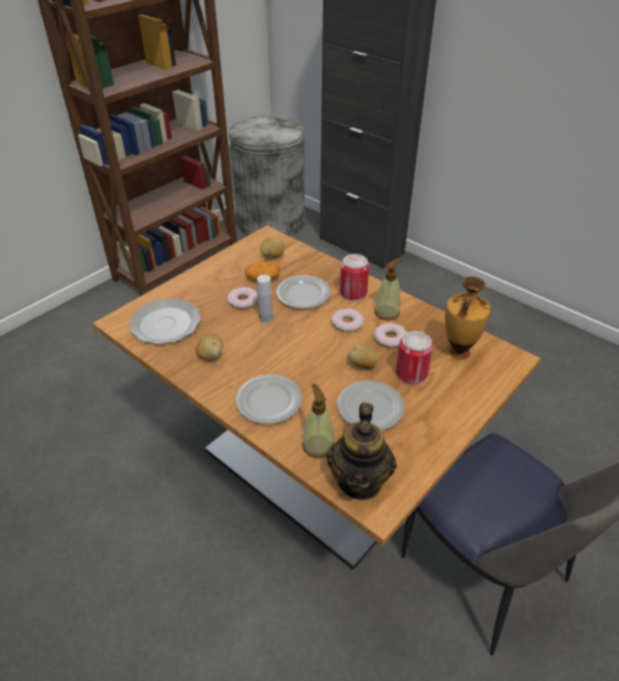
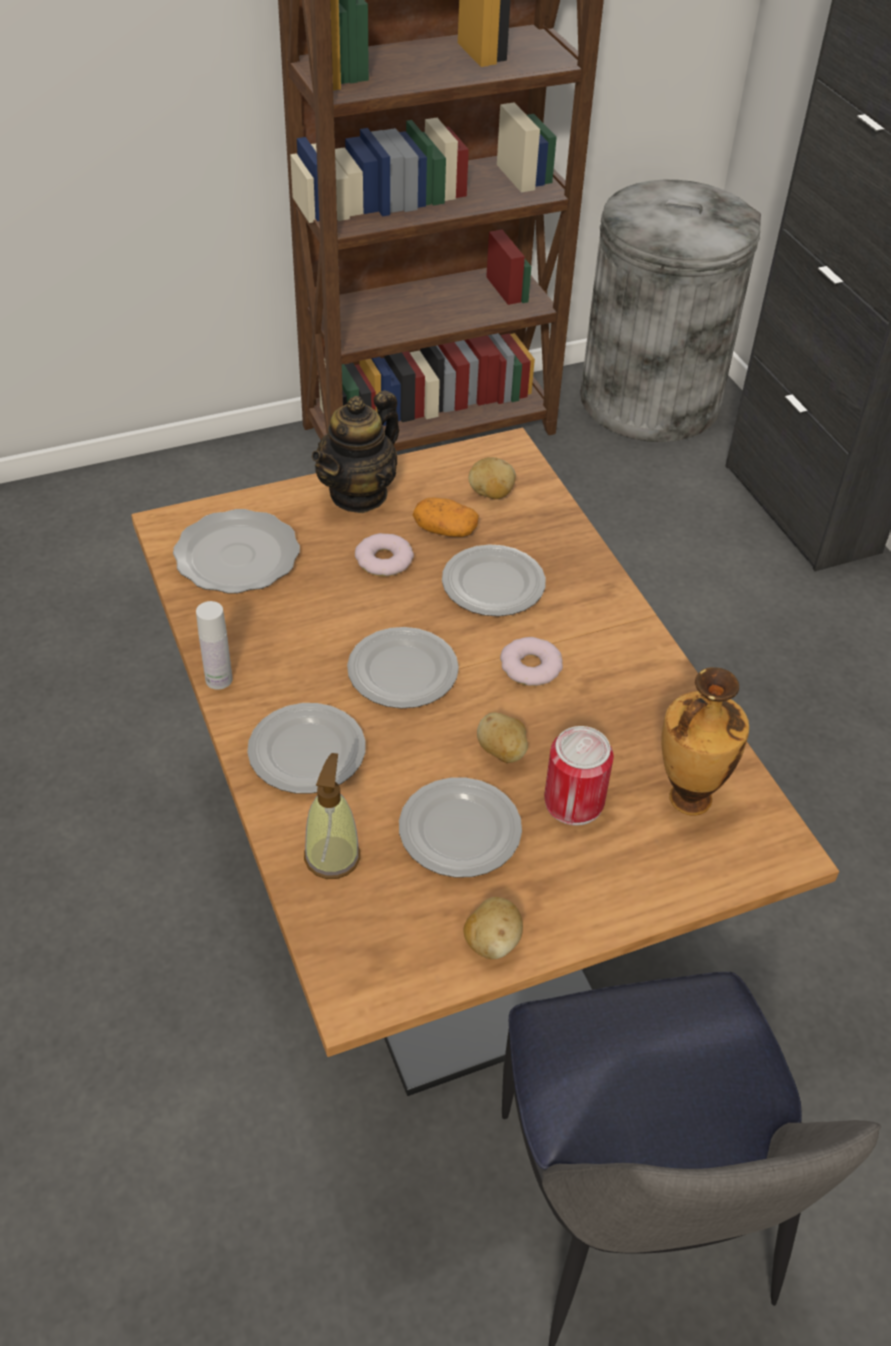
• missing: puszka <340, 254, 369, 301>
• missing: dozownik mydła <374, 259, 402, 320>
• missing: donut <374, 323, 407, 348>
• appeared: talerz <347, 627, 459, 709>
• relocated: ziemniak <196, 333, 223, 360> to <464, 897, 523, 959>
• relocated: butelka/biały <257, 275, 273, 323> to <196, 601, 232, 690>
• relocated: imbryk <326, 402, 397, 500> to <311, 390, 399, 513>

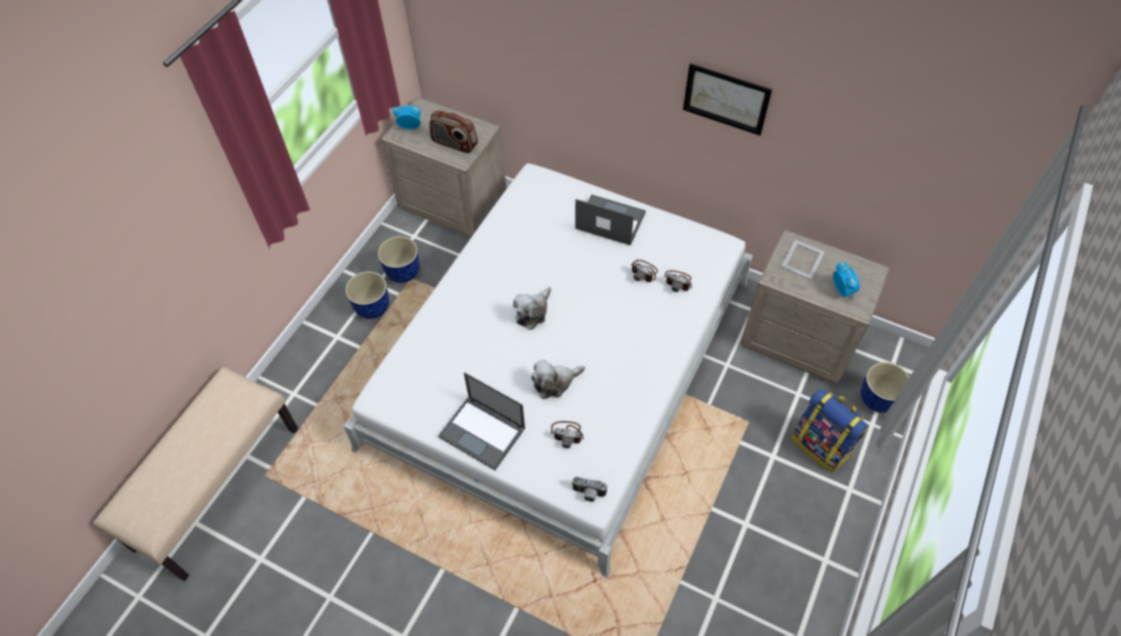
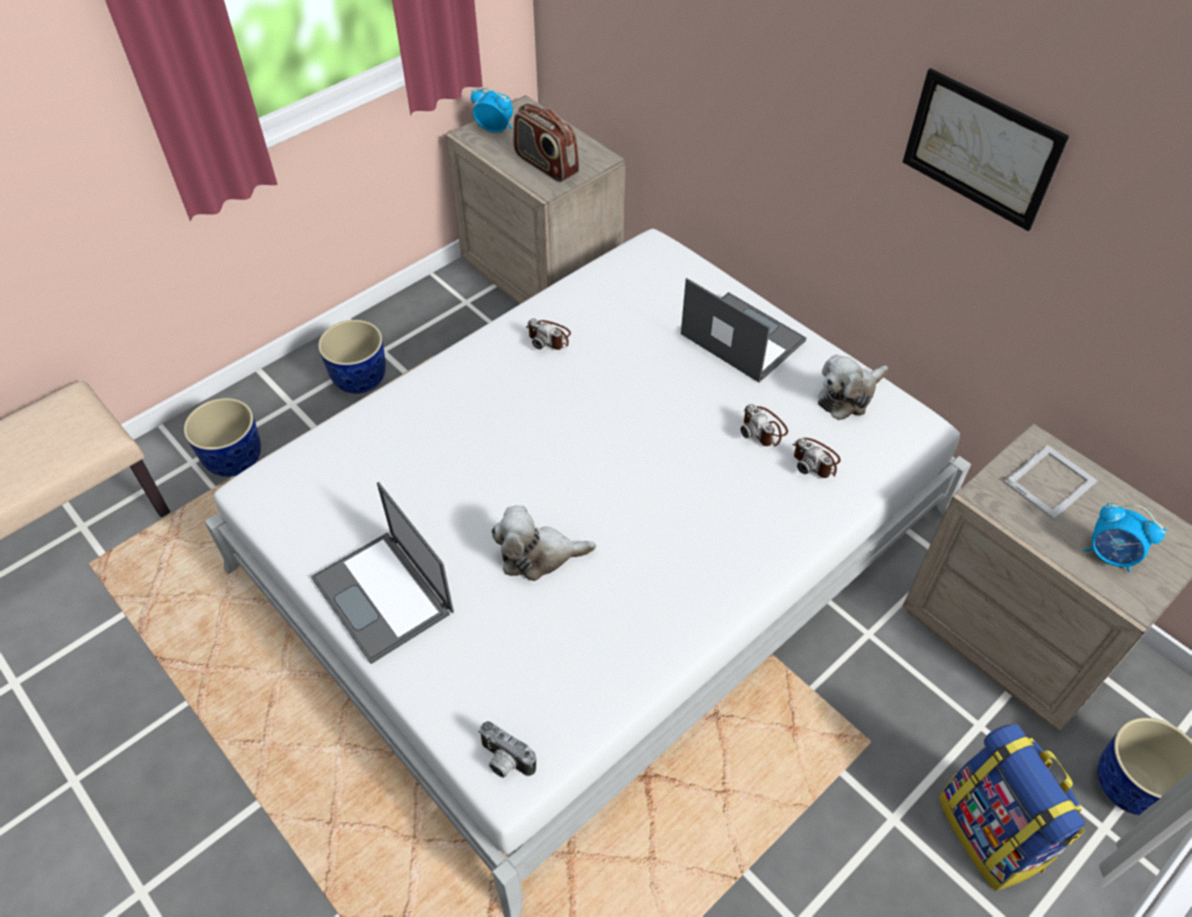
• relocated: donica <378, 236, 420, 283> to <184, 398, 261, 477>
• relocated: pluszak <513, 287, 551, 330> to <818, 354, 888, 420>
• relocated: aparat fotograficzny <551, 421, 584, 448> to <526, 318, 571, 350>
• spun: budzik <833, 261, 860, 299> = <1084, 503, 1167, 572> 120 degrees clockwise

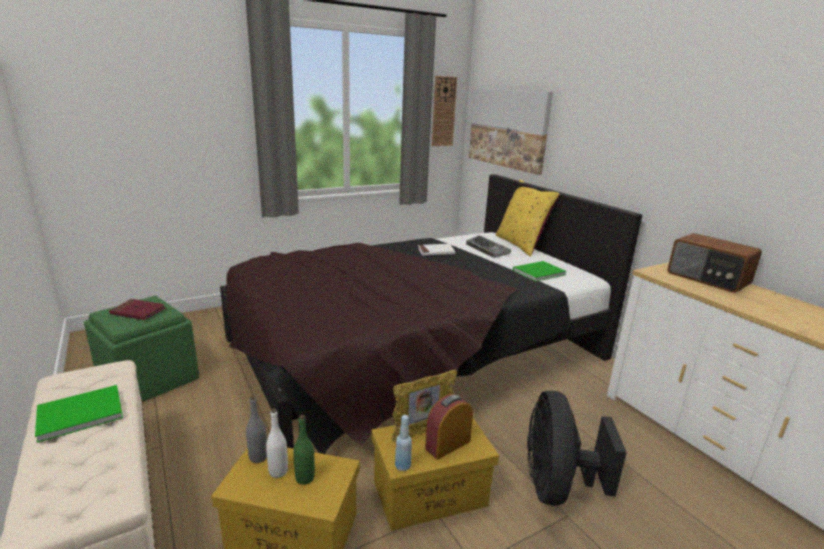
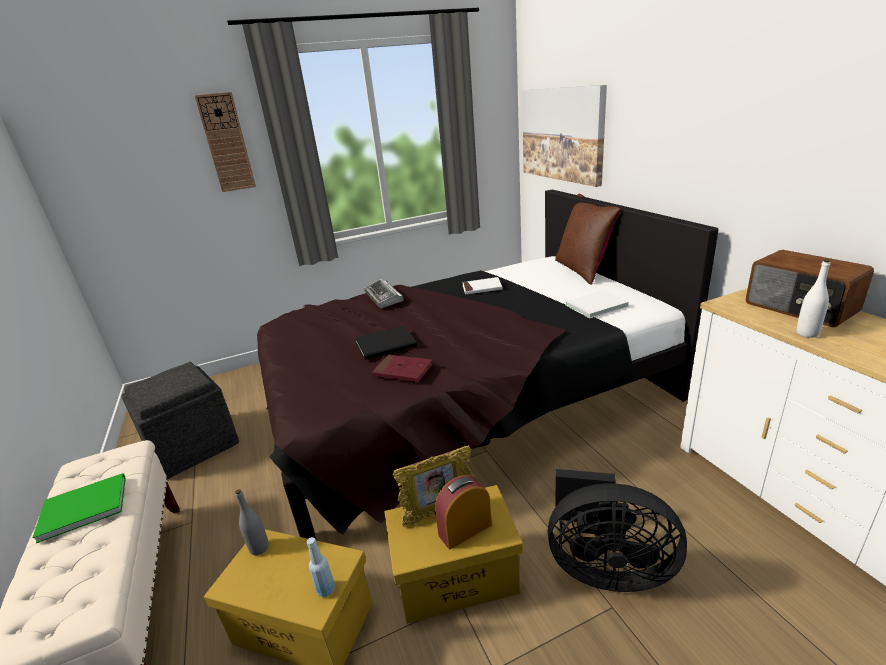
• missing: butelka/zielony <293, 415, 315, 485>
• appeared: książka/czarny <355, 326, 417, 360>
• relocated: książka/czerwony <109, 299, 166, 320> to <372, 355, 433, 382>
• relocated: butelka/biały <266, 409, 288, 478> to <796, 259, 830, 338>
• relocated: butelka/niebieski <395, 415, 412, 471> to <307, 537, 335, 597>
• relocated: zegar ścienny <432, 76, 457, 146> to <194, 92, 256, 192>
• relocated: klawiatura <466, 235, 511, 258> to <364, 279, 404, 309>
• colour: pufa/zielony <84, 296, 199, 402> to pufa/szary <121, 362, 239, 479>
• colour: poduszka/żółty <496, 180, 560, 257> to poduszka/brązowy <555, 194, 621, 285>
• colour: książka/zielony <513, 261, 566, 282> to książka/biały <565, 290, 629, 318>
• spun: wentylator/czarny <527, 391, 627, 506> = <548, 469, 687, 592> 90 degrees counterclockwise

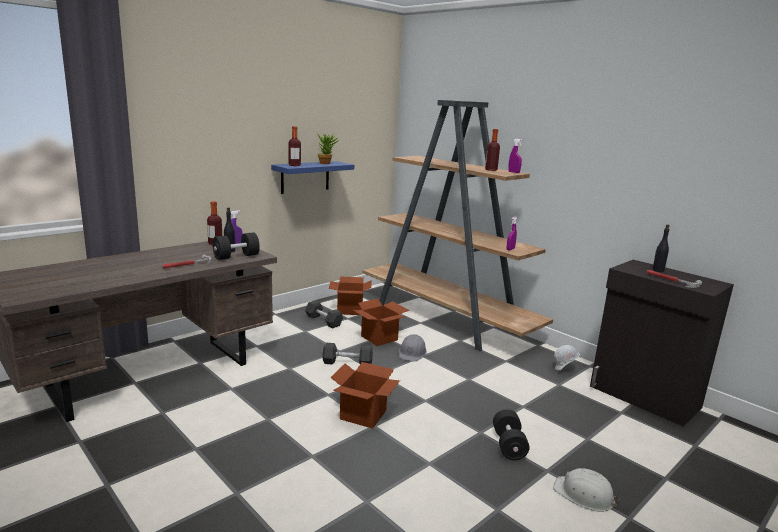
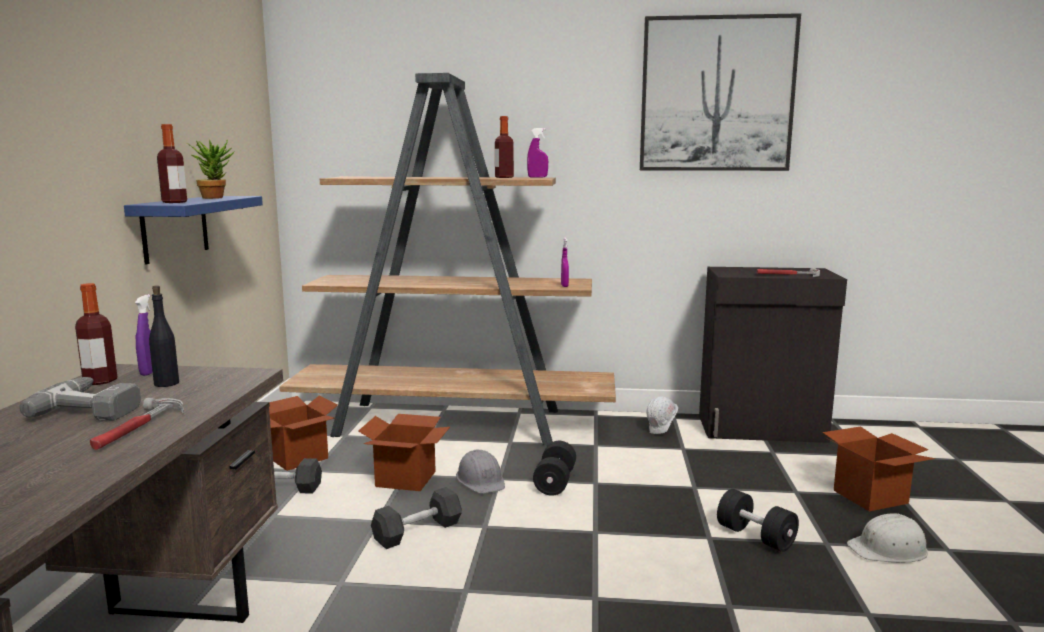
• missing: butelka/czarny <652, 224, 670, 272>
• appeared: wiertarka <20, 377, 141, 421>
• appeared: obraz <640, 13, 801, 171>
• relocated: hantel/czarny <212, 232, 260, 260> to <533, 441, 576, 496>
• relocated: karton <330, 362, 400, 429> to <822, 426, 935, 511>

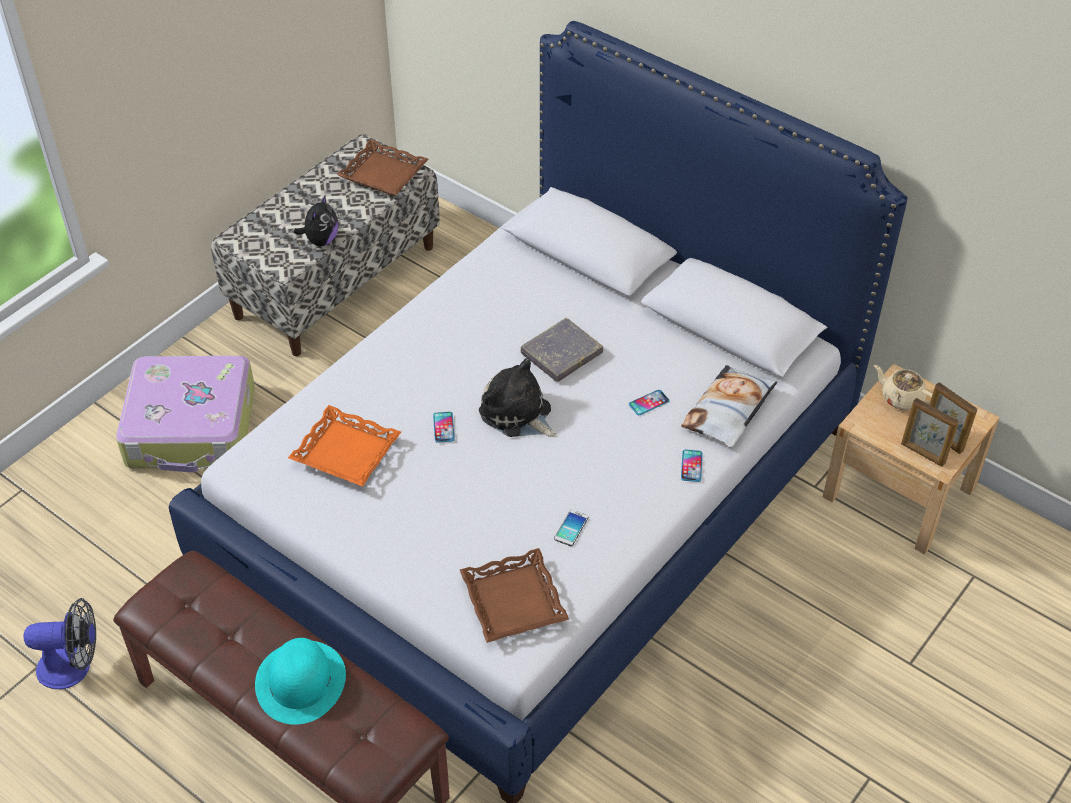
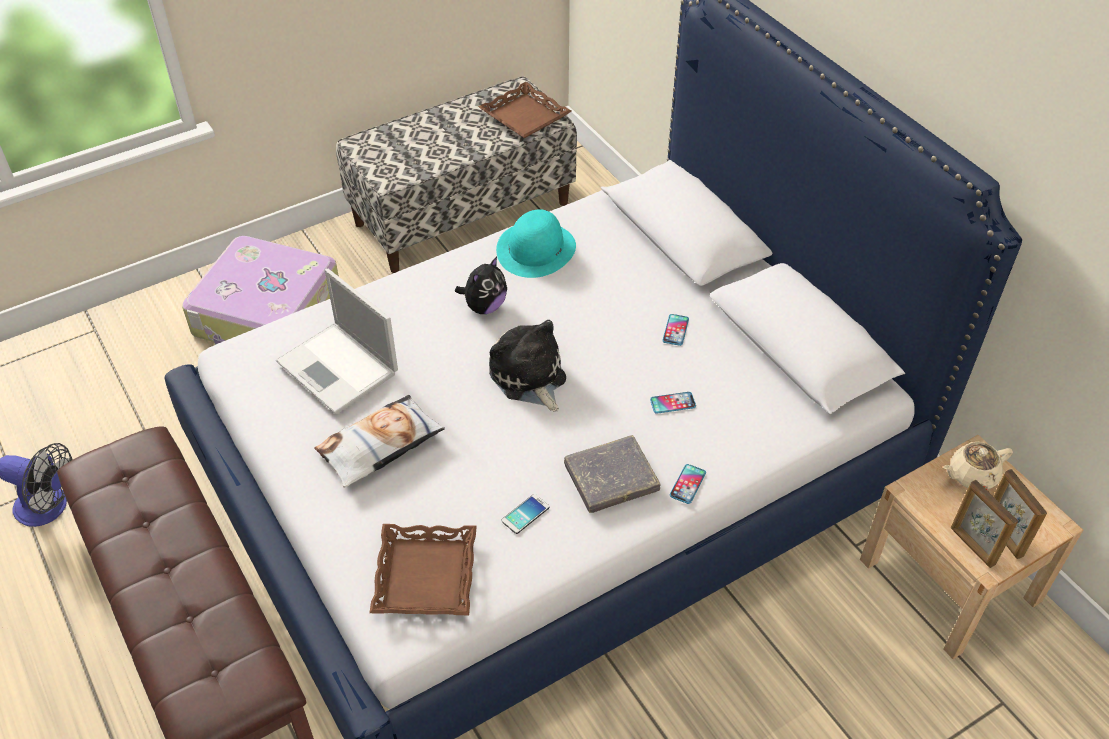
• relocated: kapelusz/turkusowy <255, 638, 346, 725> to <496, 209, 576, 278>
• relocated: pluszak <294, 194, 338, 246> to <455, 256, 507, 314>
• relocated: telefon <433, 412, 455, 443> to <662, 314, 689, 346>
• relocated: książka/szary <521, 318, 603, 382> to <564, 435, 661, 513>
• relocated: poduszka <681, 365, 777, 448> to <314, 395, 445, 487>
• exchanged: taca/pomarańczowy <288, 405, 401, 487> to laptop <276, 269, 398, 414>
• spun: imbryk/beżowy <874, 365, 933, 410> = <943, 442, 1013, 490> 75 degrees counterclockwise

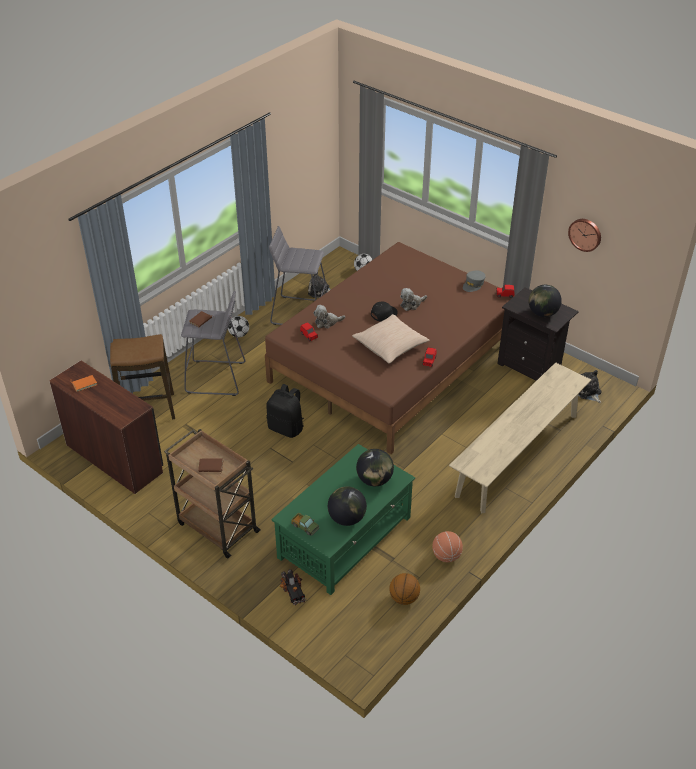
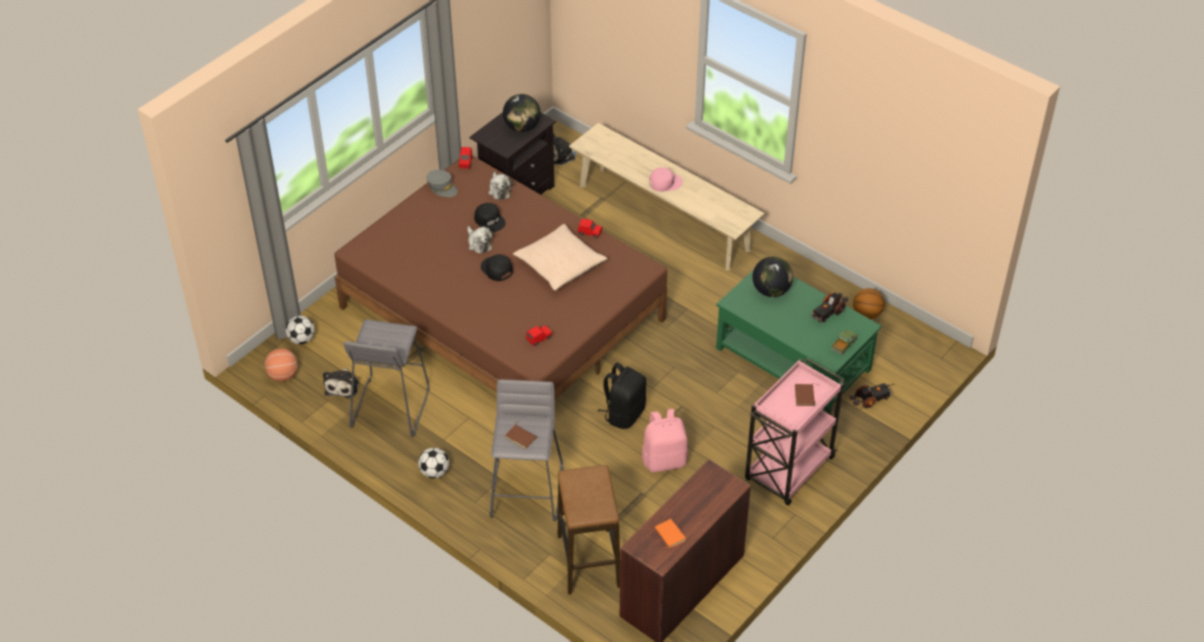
• missing: zegar ścienny <568, 219, 601, 252>
• appeared: czapka z daszkiem/czarny <474, 203, 506, 232>
• appeared: plecak/różowy <642, 409, 688, 472>
• appeared: czapka z daszkiem/różowy <649, 167, 682, 192>
• relocated: pluszak <313, 305, 345, 328> to <488, 172, 513, 200>
• relocated: piłka do koszykówki <432, 531, 463, 562> to <265, 348, 298, 381>
• exchanged: globus <328, 486, 367, 526> to ciężarówka zabawkowa <811, 292, 848, 323>
• colour: wózek/brązowy <164, 429, 261, 558> to wózek/różowy <745, 358, 845, 505>

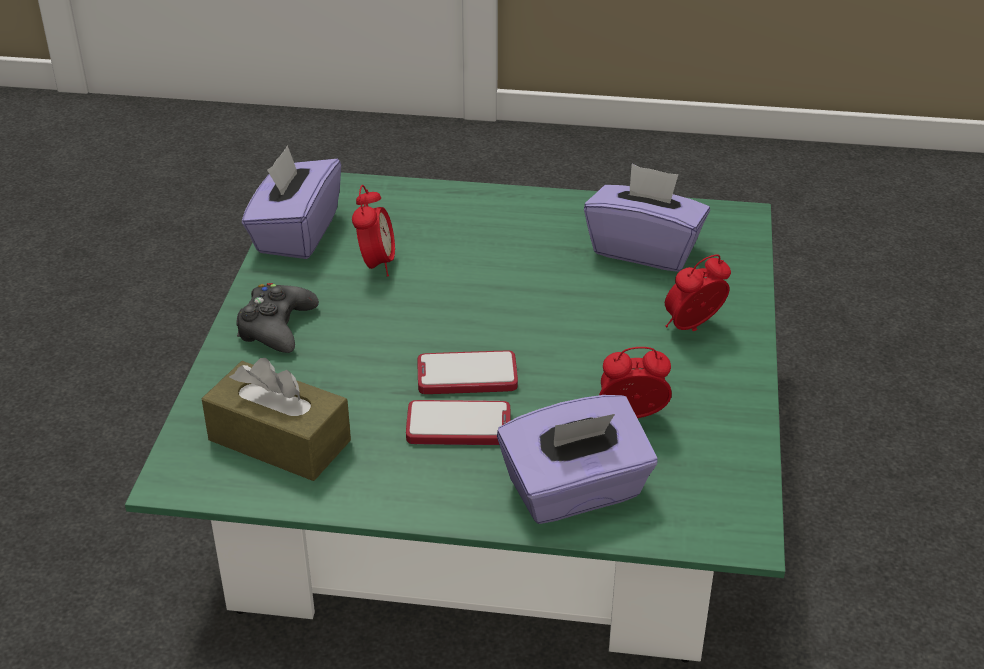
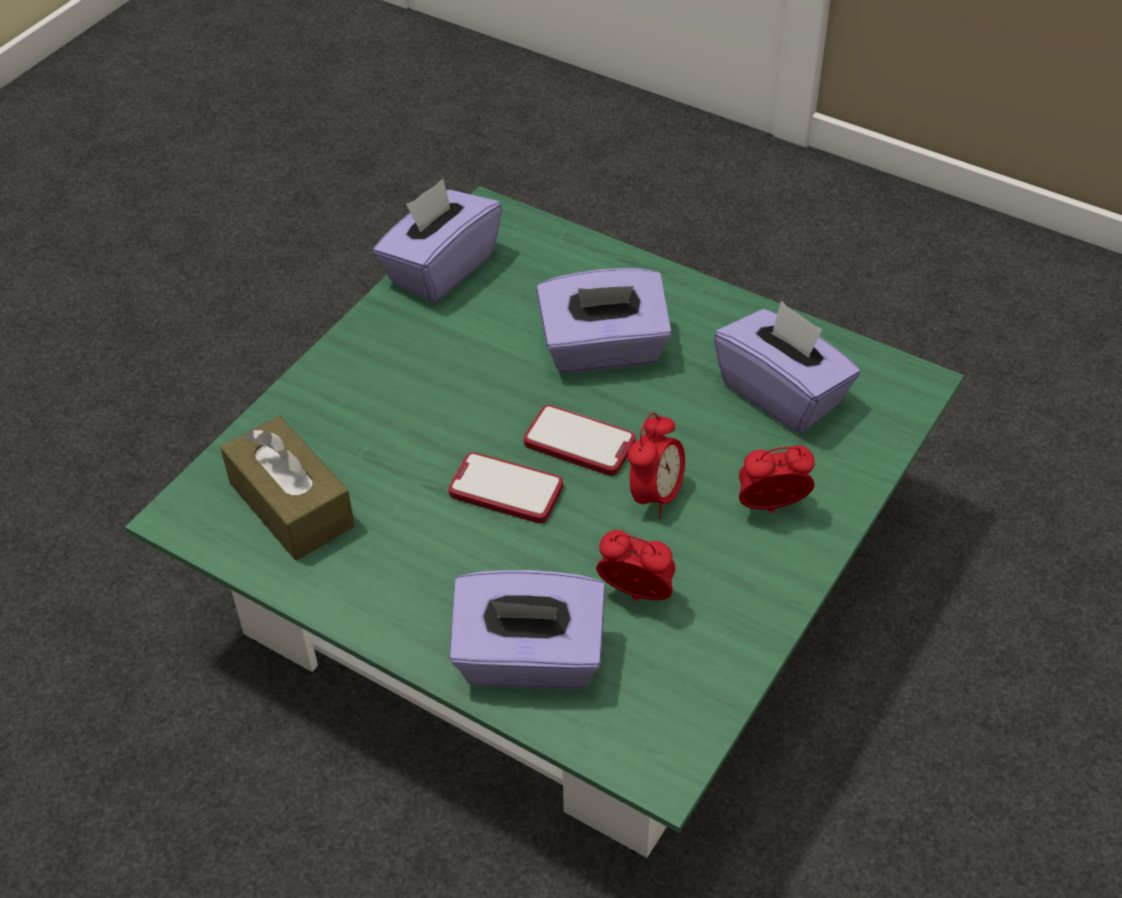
• missing: pad do gier/czarny <237, 283, 319, 353>
• appeared: pudełko chusteczek/fioletowy <536, 268, 672, 373>
• relocated: budzik <352, 185, 395, 277> to <627, 413, 685, 518>
• relocated: telefon <406, 400, 510, 445> to <524, 405, 635, 476>

